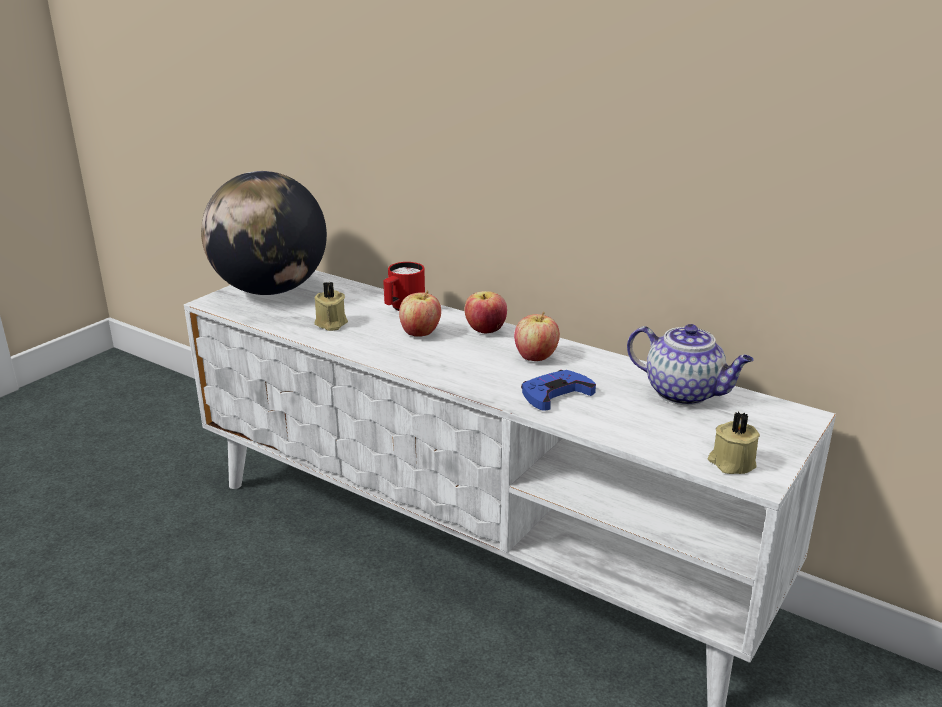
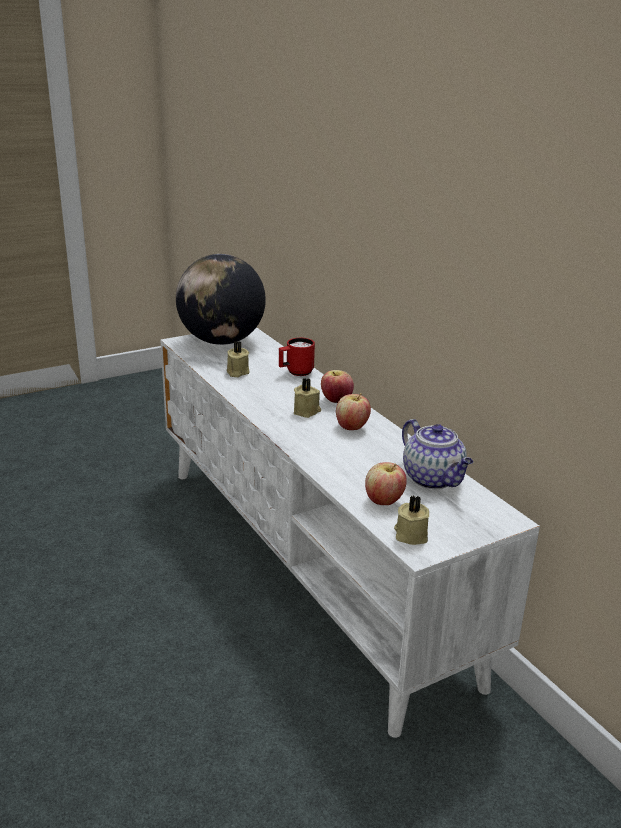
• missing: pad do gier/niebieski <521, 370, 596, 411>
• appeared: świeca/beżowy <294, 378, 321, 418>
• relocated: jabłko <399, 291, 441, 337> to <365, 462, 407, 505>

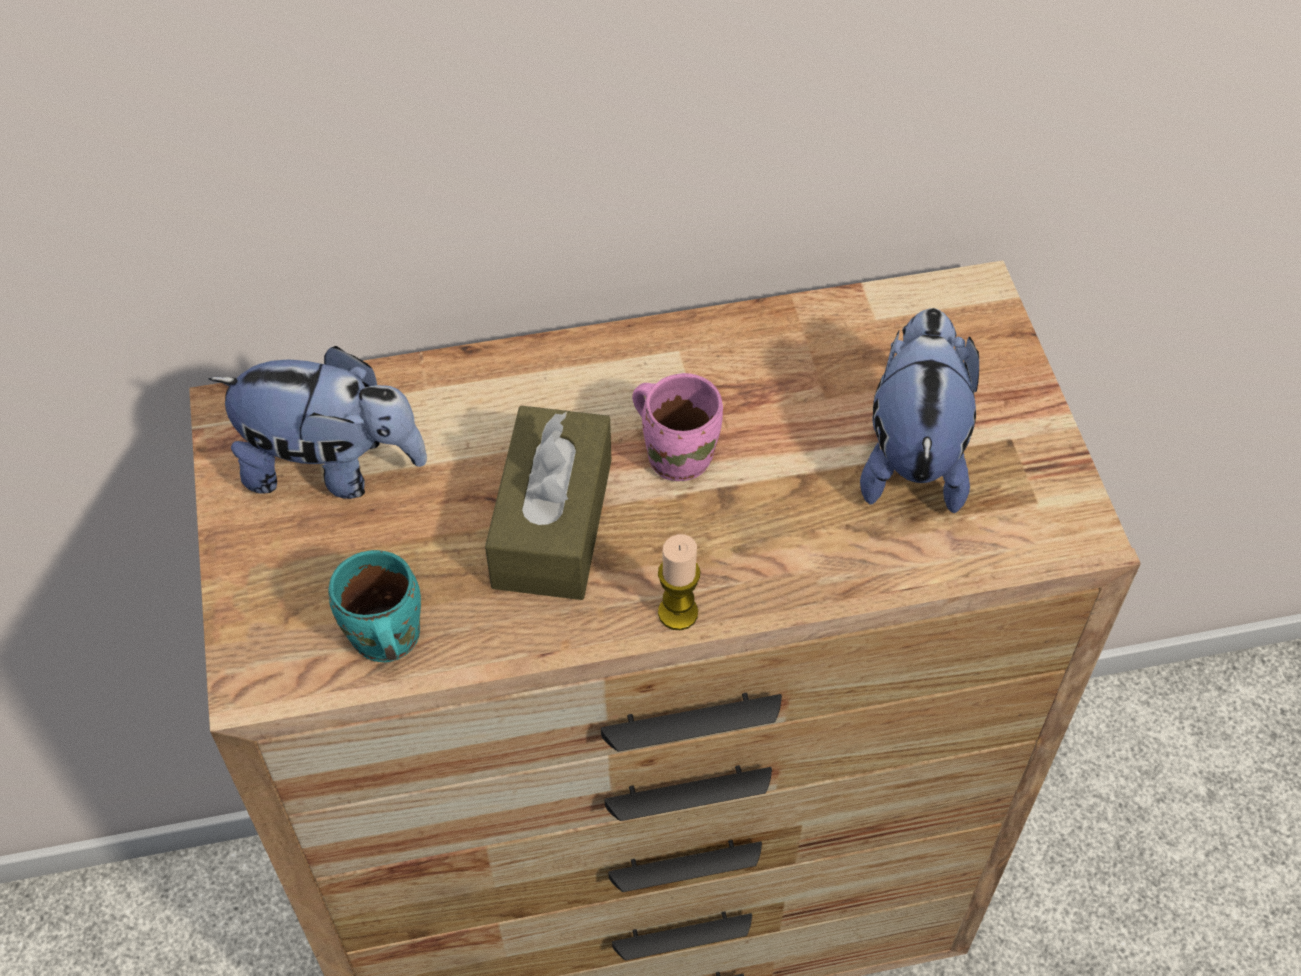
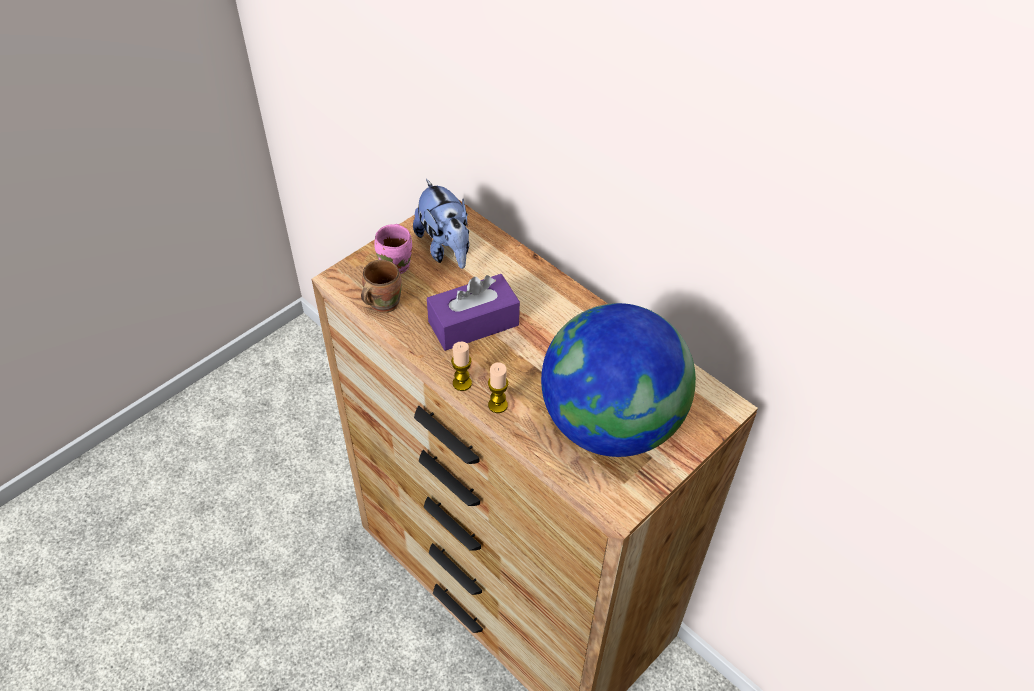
• appeared: świeca <488, 362, 508, 413>
• relocated: kubek/różowy <632, 373, 723, 481> to <374, 224, 412, 274>
• exchanged: pluszak <860, 308, 979, 513> to globus <541, 303, 696, 457>
• colour: kubek/turkusowy <328, 550, 421, 662> to kubek/brązowy <361, 260, 402, 313>
• colour: pudełko chusteczek/brązowy <485, 406, 611, 600> to pudełko chusteczek/fioletowy <427, 274, 520, 351>

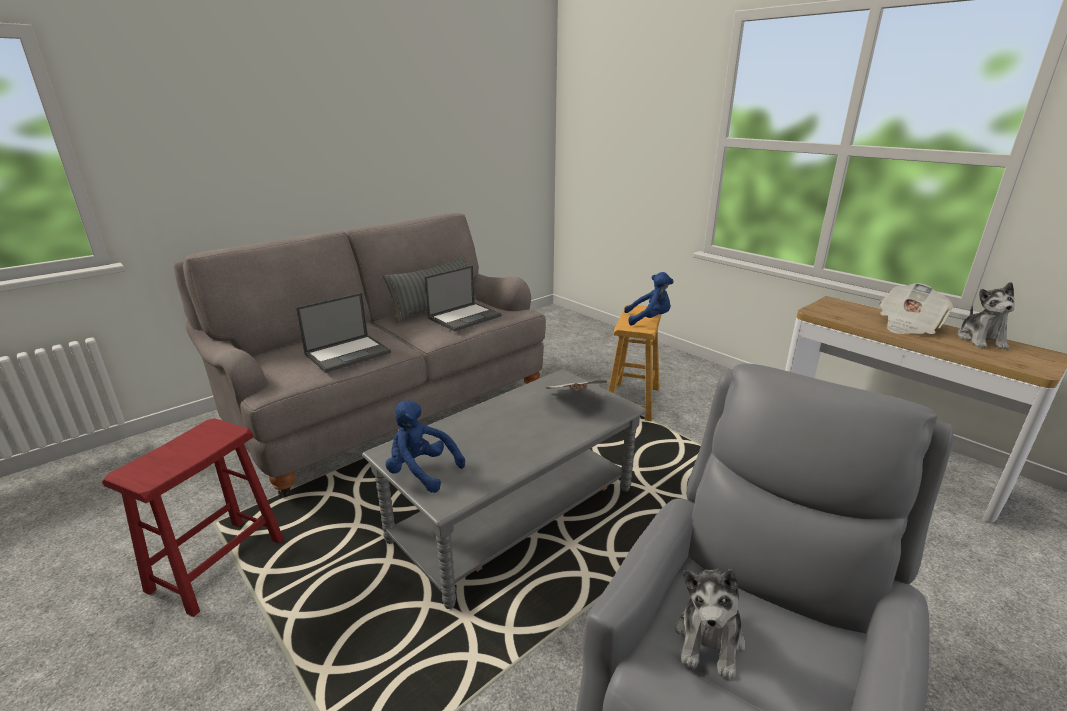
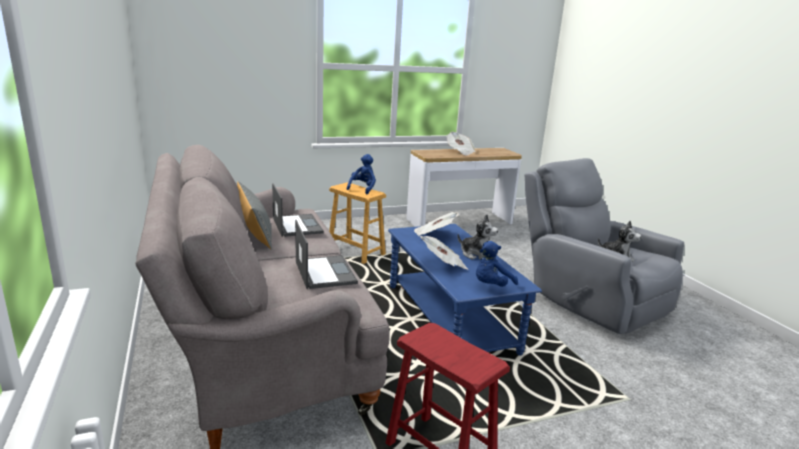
• appeared: gazeta <420, 236, 468, 269>
• relocated: pluszak <957, 282, 1015, 349> to <458, 214, 498, 260>
• colour: ława/szary <362, 369, 647, 609> to ława/niebieski <388, 224, 542, 356>

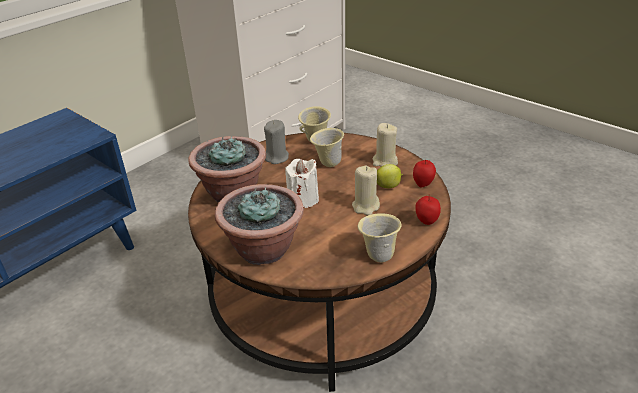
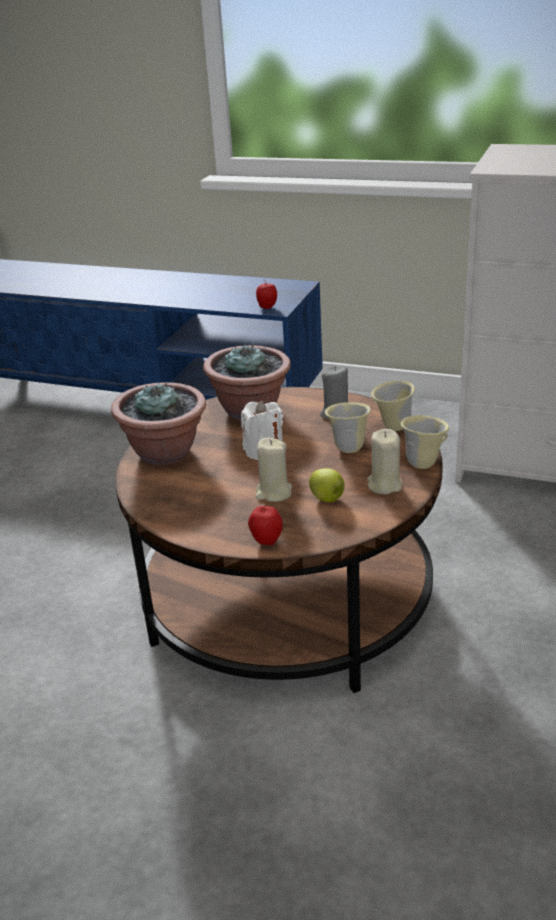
• relocated: kubek/beżowy <358, 213, 402, 262> to <401, 415, 449, 469>
• relocated: jabłko <413, 160, 436, 188> to <256, 280, 277, 309>

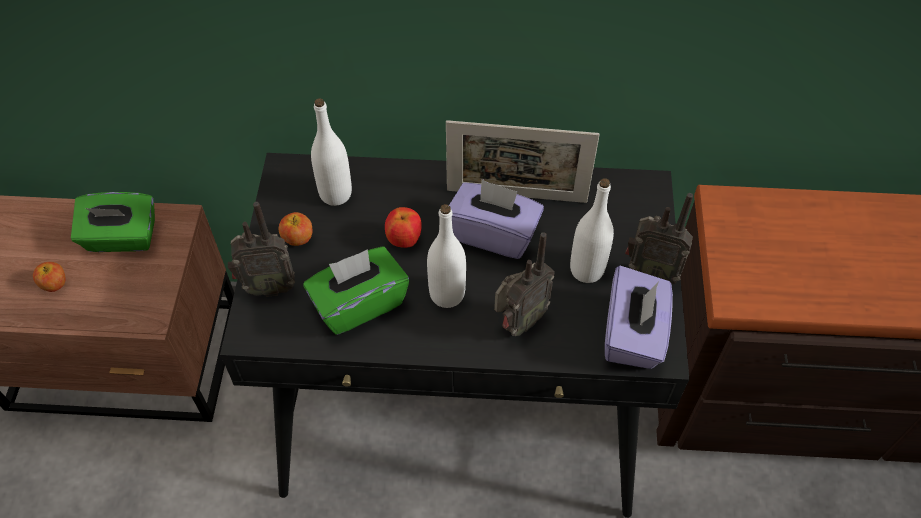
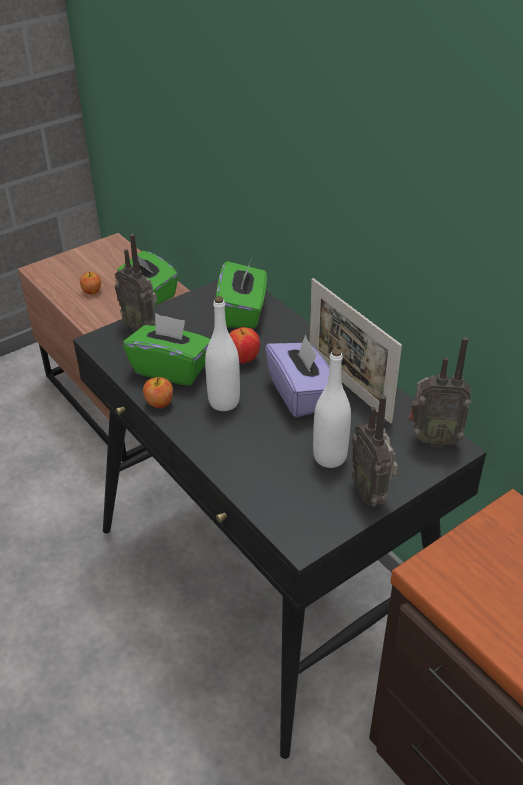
• missing: pudełko chusteczek/fioletowy <605, 266, 673, 369>
• relocated: jabłko <278, 212, 312, 246> to <143, 377, 173, 408>
• relocated: radio <494, 232, 555, 336> to <409, 337, 471, 447>
• exchanged: butelka/biały <311, 98, 352, 206> to pudełko chusteczek/zielony <216, 261, 267, 328>

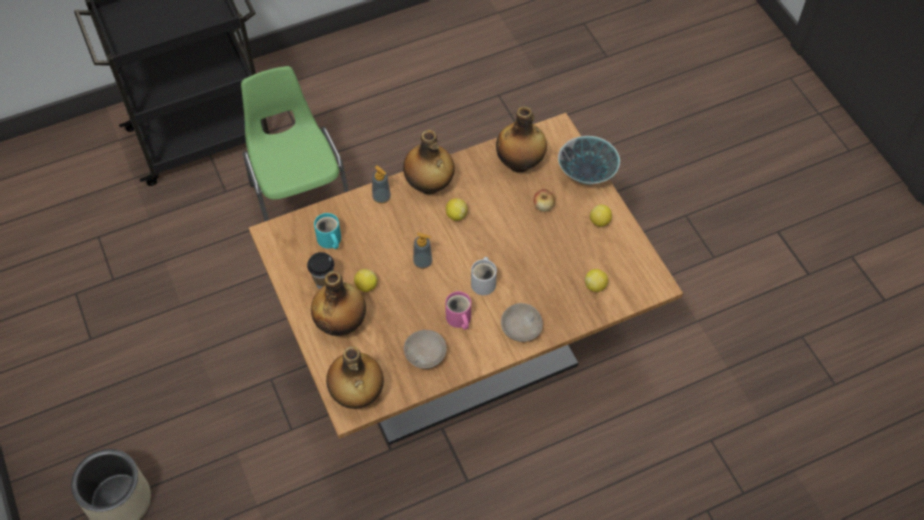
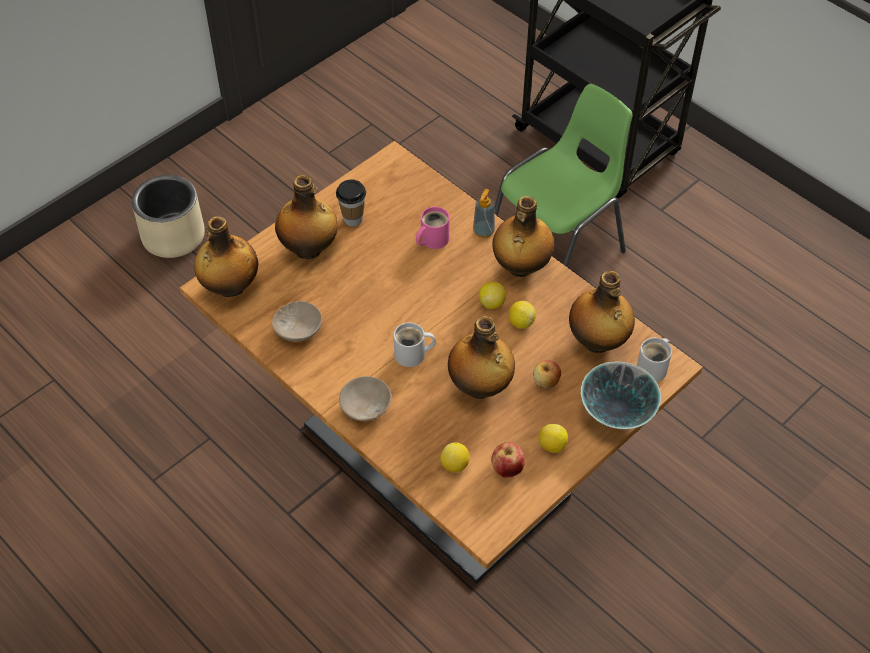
• missing: kubek/turkusowy <314, 213, 341, 249>
• missing: dozownik mydła <413, 232, 432, 269>
• appeared: butelka <448, 316, 515, 399>
• appeared: jabłko <491, 442, 525, 478>
• appeared: kubek/biały <637, 338, 672, 382>
• relocated: cytryna <354, 269, 377, 292> to <509, 301, 536, 329>
• relocated: kubek/różowy <445, 291, 471, 330> to <416, 207, 450, 249>

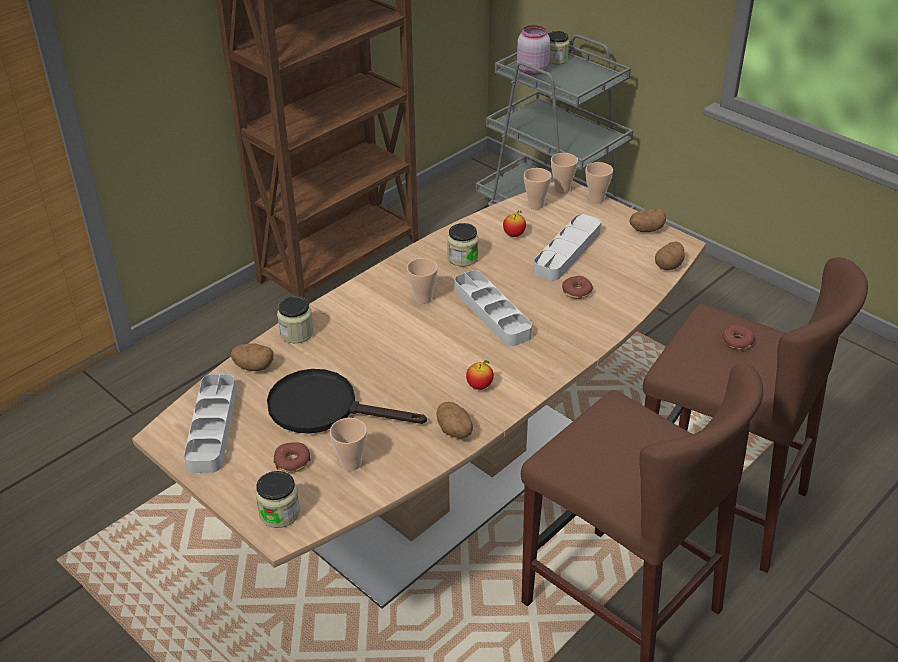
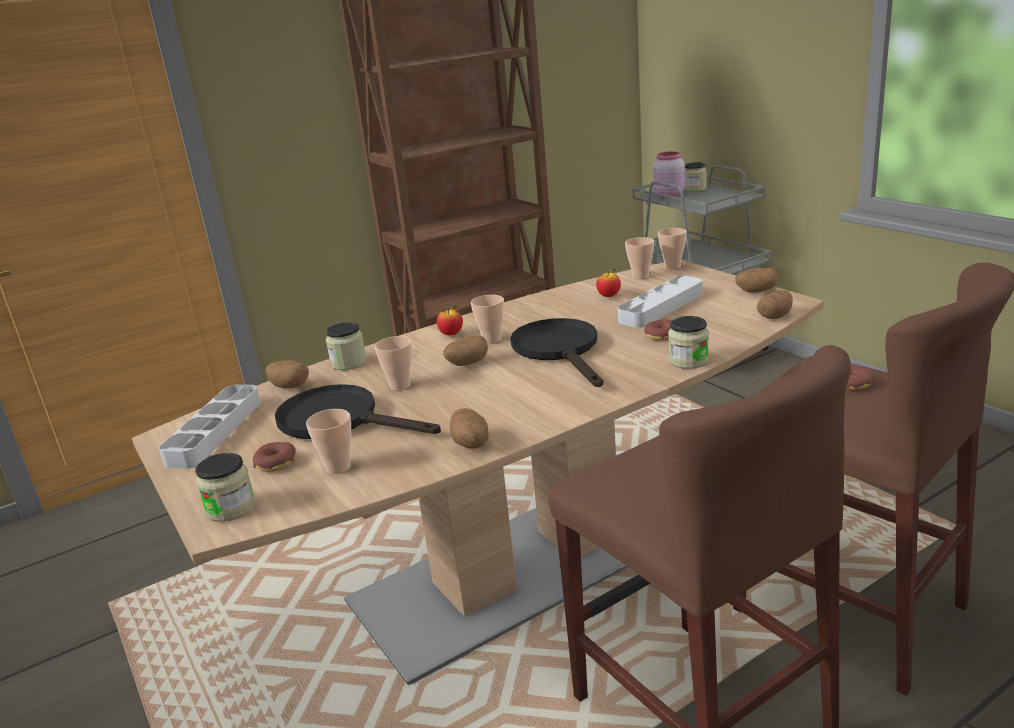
• appeared: ziemniak <443, 335, 488, 366>
• relocated: słoik <447, 223, 479, 266> to <668, 316, 709, 369>
• relocated: jabłko <466, 360, 494, 390> to <437, 305, 463, 335>
• relocated: filiżanka <586, 162, 613, 203> to <375, 336, 412, 390>
• exchanged: taca/szary <455, 270, 532, 346> to patelnia/czarny <510, 318, 604, 387>

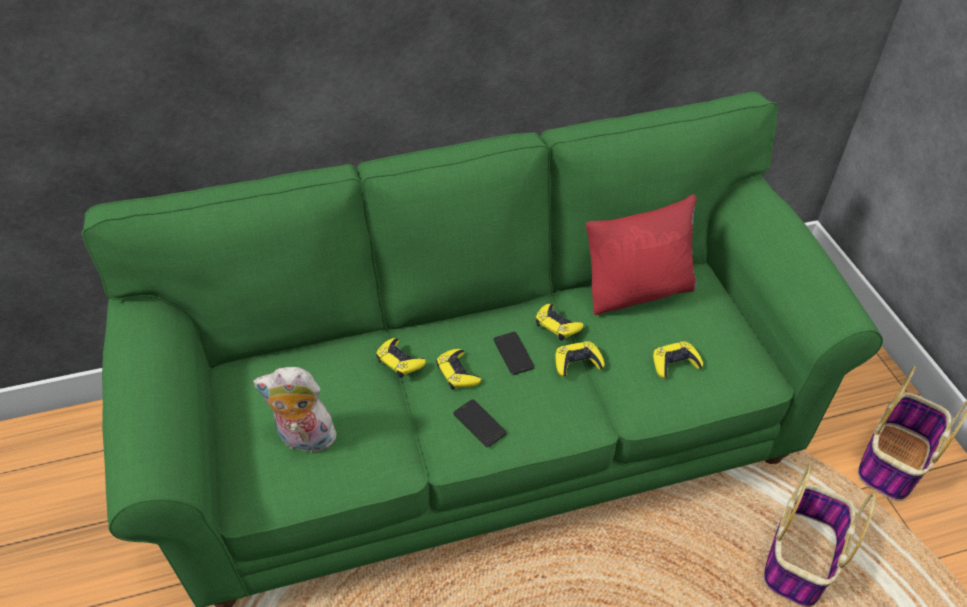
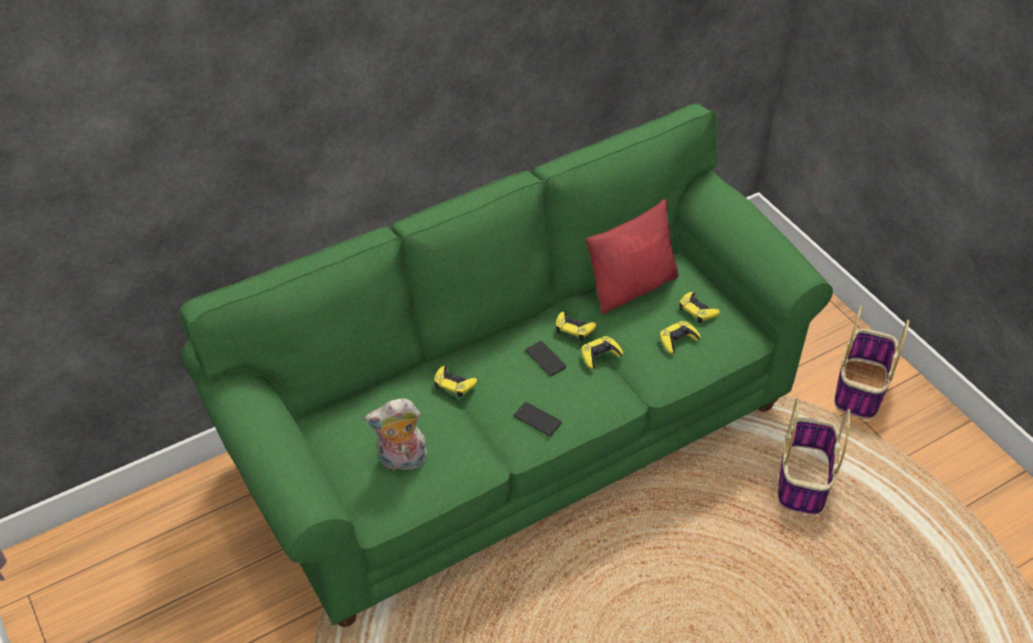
• relocated: pad do gier/żółty <436, 349, 481, 390> to <679, 292, 720, 323>

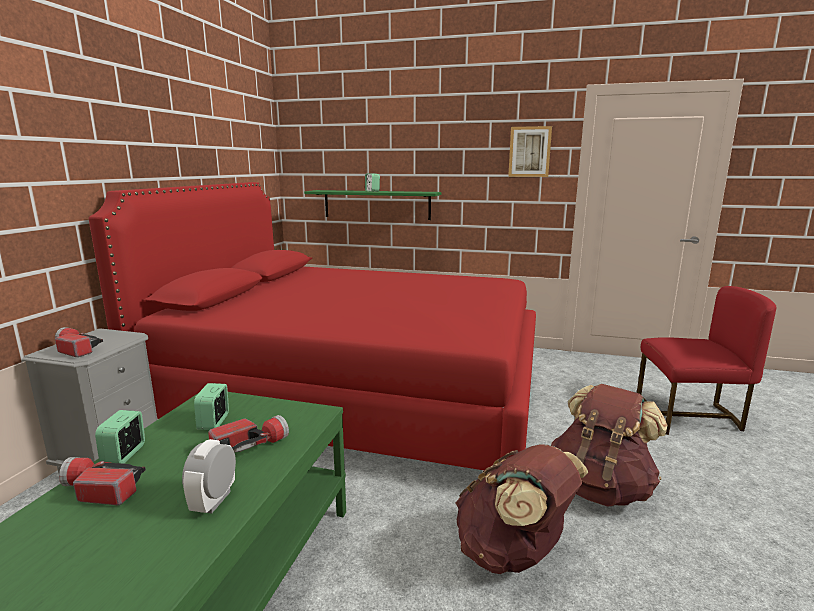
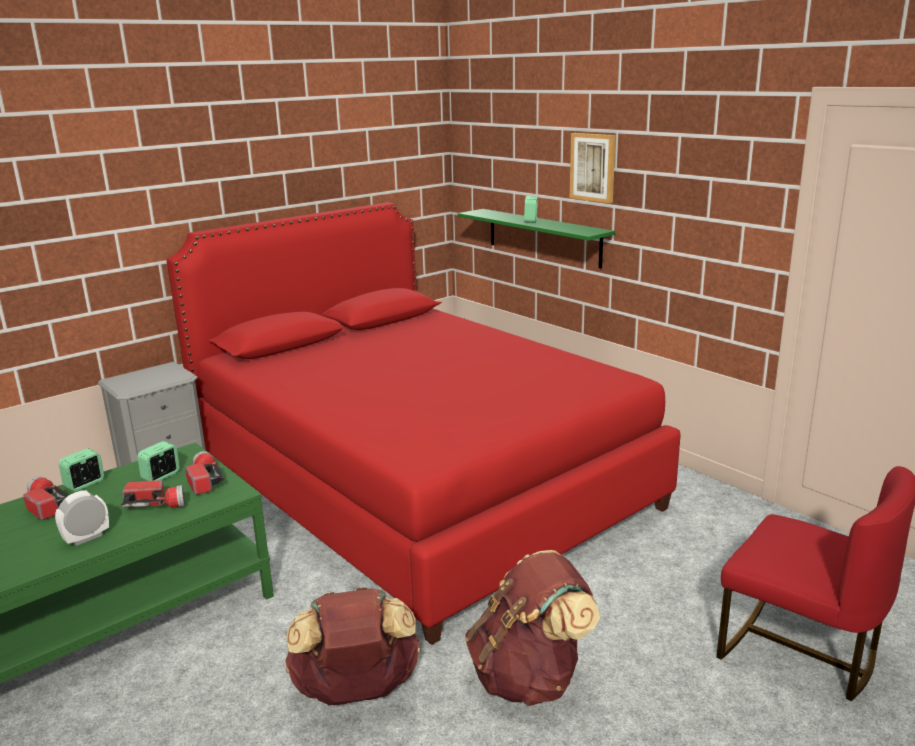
• relocated: latarka <55, 327, 103, 357> to <185, 451, 225, 495>
• relocated: obraz <508, 126, 552, 177> to <570, 133, 616, 203>

